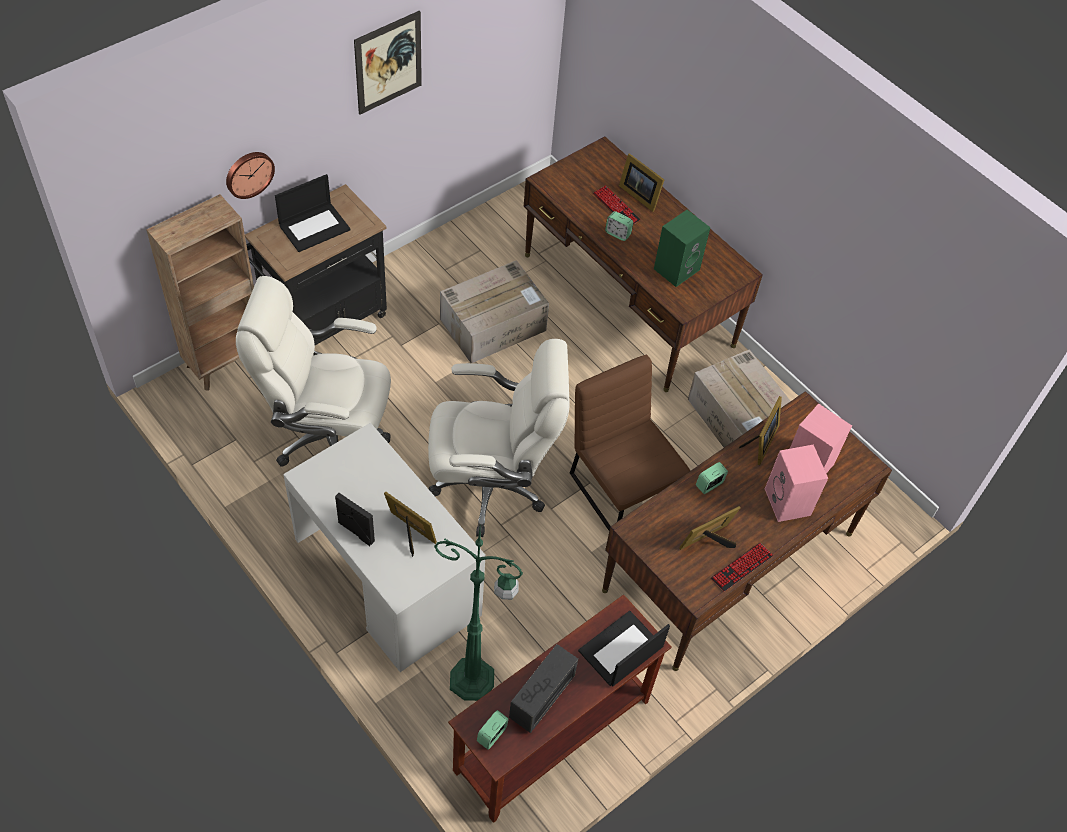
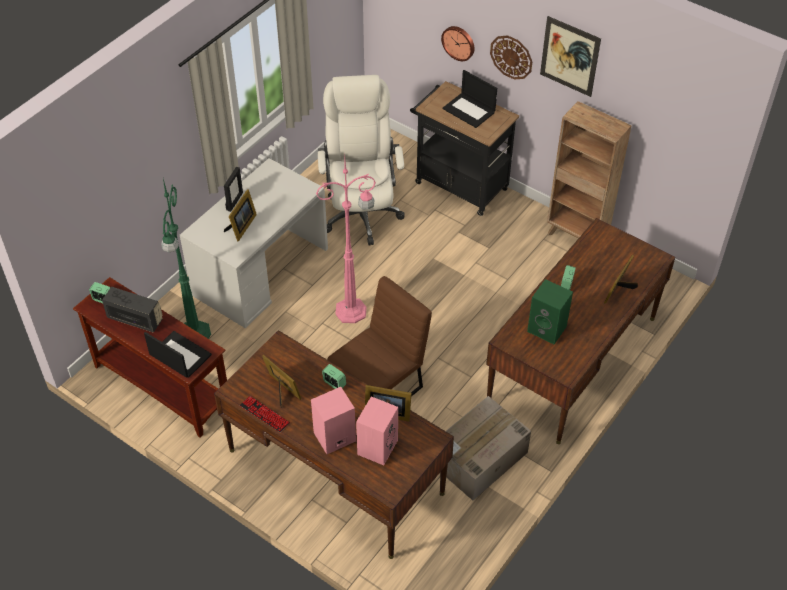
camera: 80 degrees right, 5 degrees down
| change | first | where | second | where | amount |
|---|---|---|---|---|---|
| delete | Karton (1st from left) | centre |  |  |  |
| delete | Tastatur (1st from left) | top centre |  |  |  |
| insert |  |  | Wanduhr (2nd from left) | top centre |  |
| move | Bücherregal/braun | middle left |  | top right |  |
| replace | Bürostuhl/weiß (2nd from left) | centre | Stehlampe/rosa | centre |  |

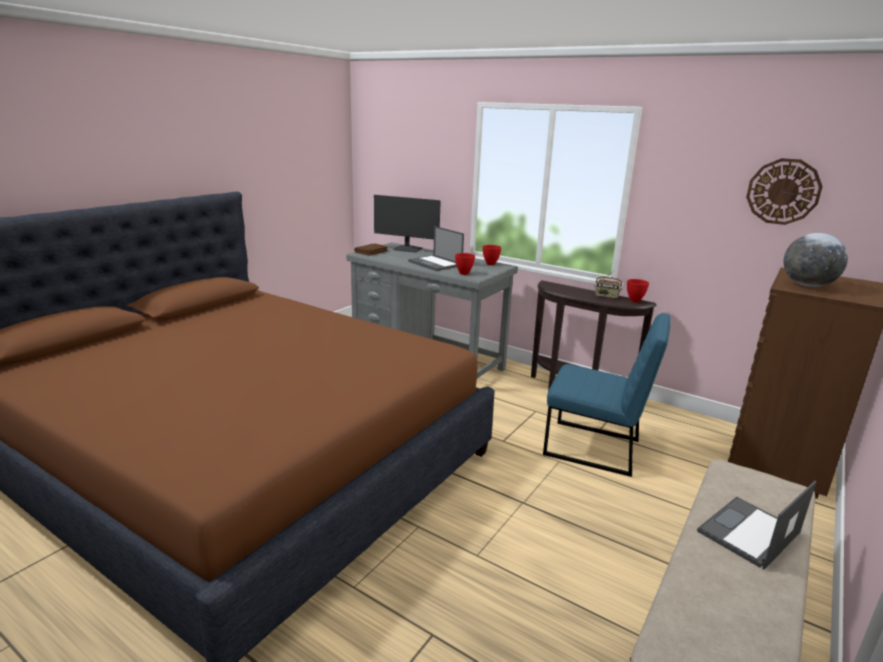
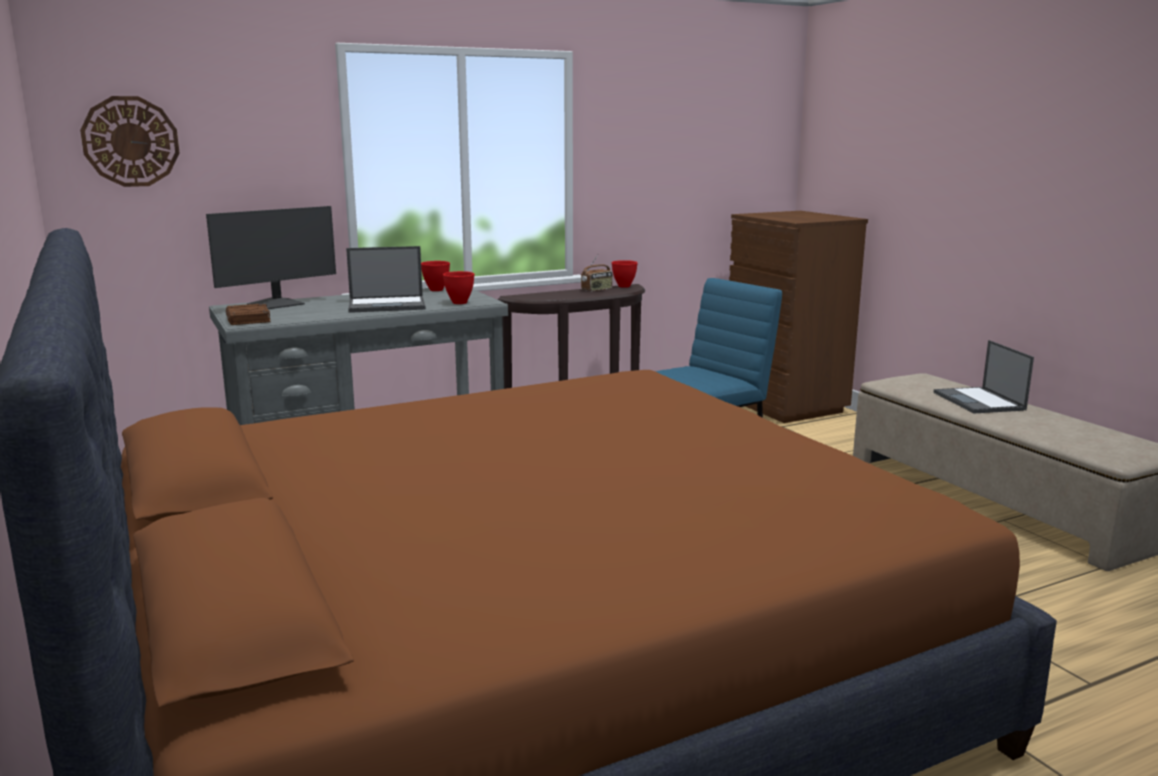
camera: 60 degrees left, 5 degrees down
| change | first | where | second | where | amount |
|---|---|---|---|---|---|
| delete | Globus | middle right |  |  |  |
| move | Wanduhr | top right |  | top left |  |

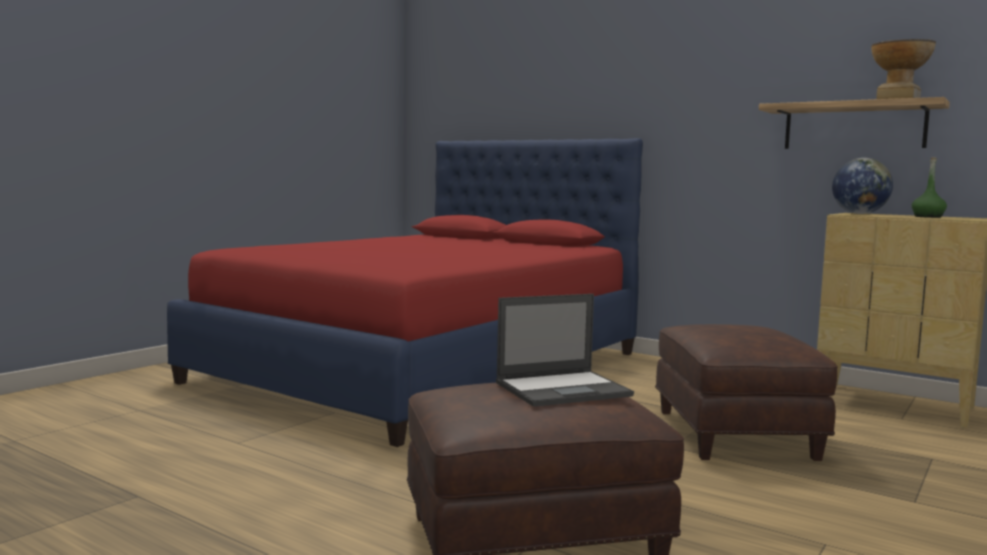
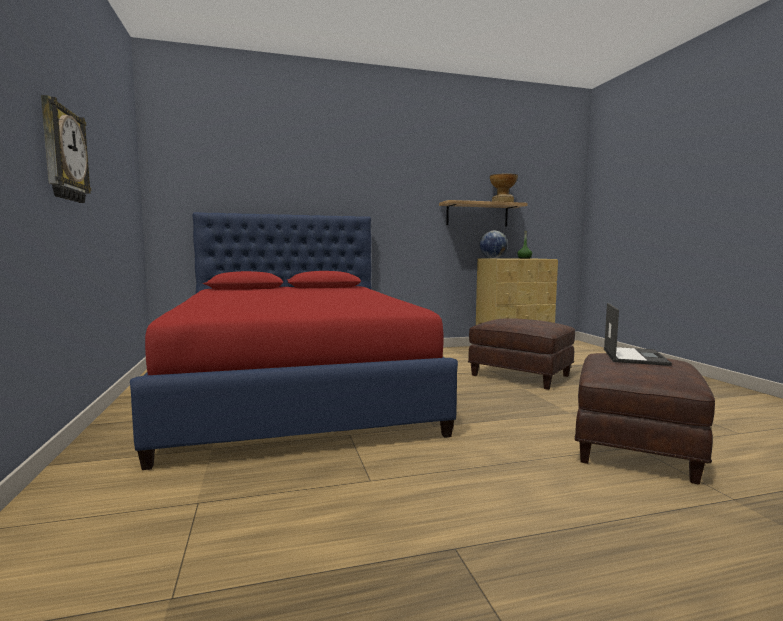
camera: 50 degrees left, 0 degrees up
| change | first | where | second | where | amount |
|---|---|---|---|---|---|
| insert |  |  | Wanduhr | top left |  |

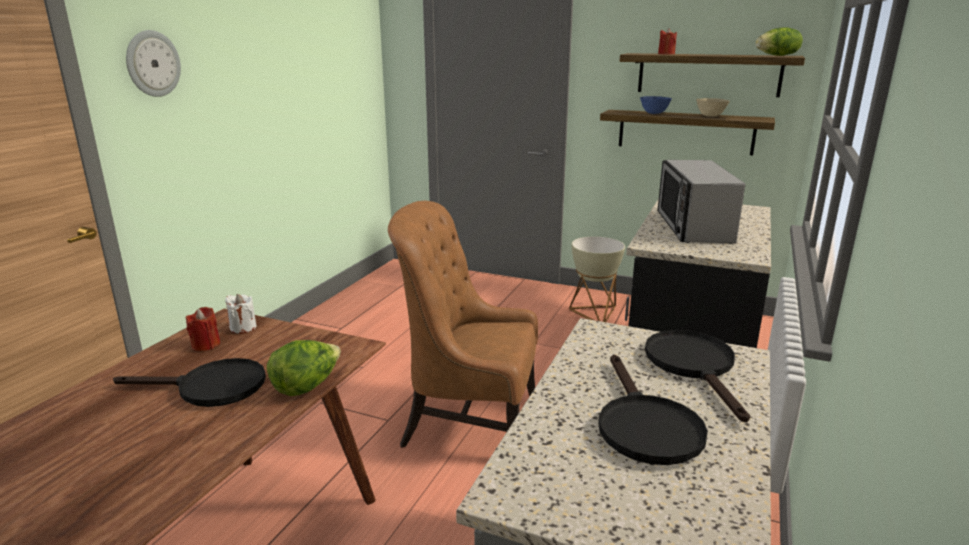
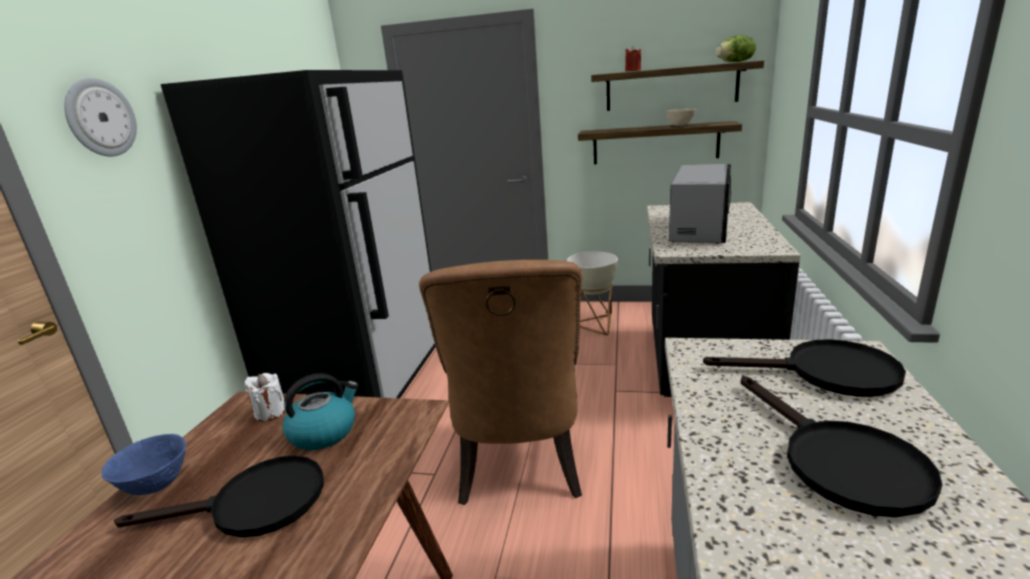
camera: 10 degrees left, 0 degrees up
| change | first | where | second | where | amount |
|---|---|---|---|---|---|
| delete | Kerze/rot (1st from left) | middle left |  |  |  |
| delete | Salatkopf (1st from left) | bottom left |  |  |  |
| insert |  |  | Kühlschrank/schwarz | middle left |  |
| insert |  |  | Wasserkessel | bottom left |  |
| move | Schüssel/blau | top right |  | bottom left |  |
| rotate | Stuhl/braun | centre |  | centre | 90 degrees counterclockwise |
| rotate | Pfanne/schwarz (3rd from left in the first image) | bottom right | Pfanne/schwarz (2nd from left) | middle right | 120 degrees clockwise |
| rotate | Mikrowelle | middle right |  | middle right | 150 degrees counterclockwise |

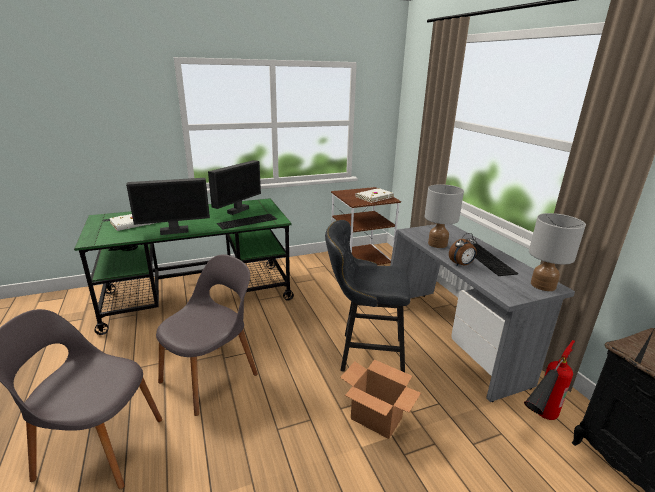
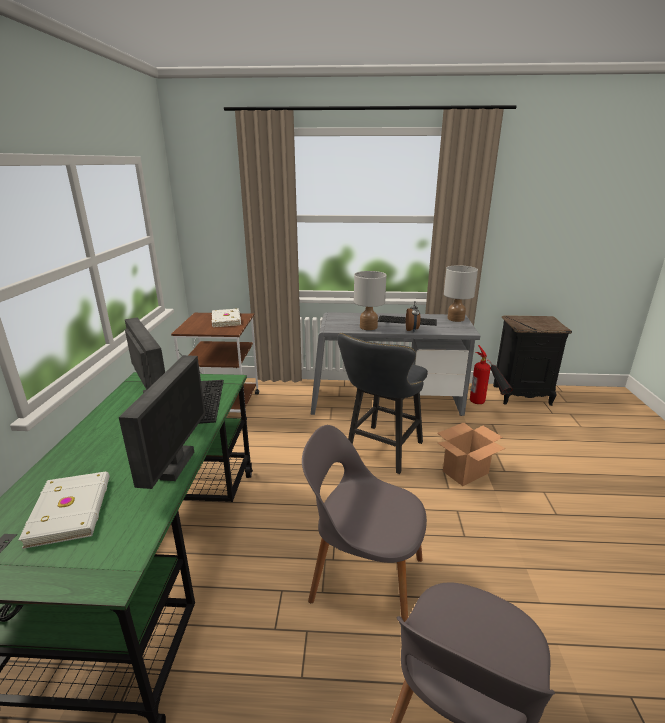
camera: 65 degrees left, 0 degrees up
| change | first | where | second | where | amount |
|---|---|---|---|---|---|
| rotate | Stuhl/grau (2nd from left in the first image) | bottom left | Stuhl/grau (1st from left) | bottom centre | 45 degrees counterclockwise |

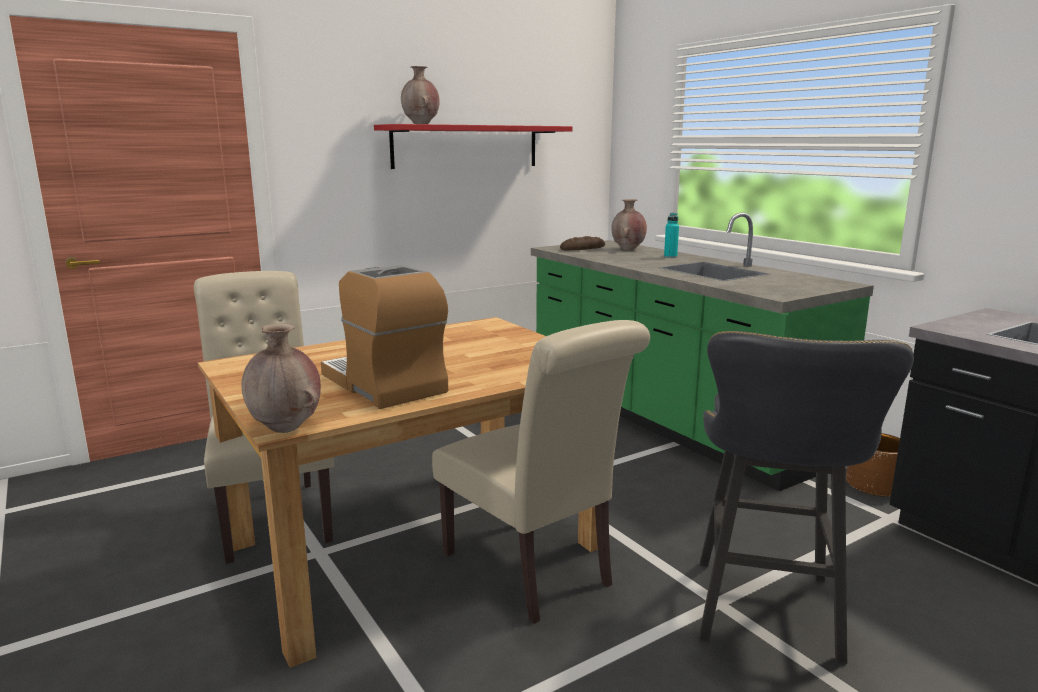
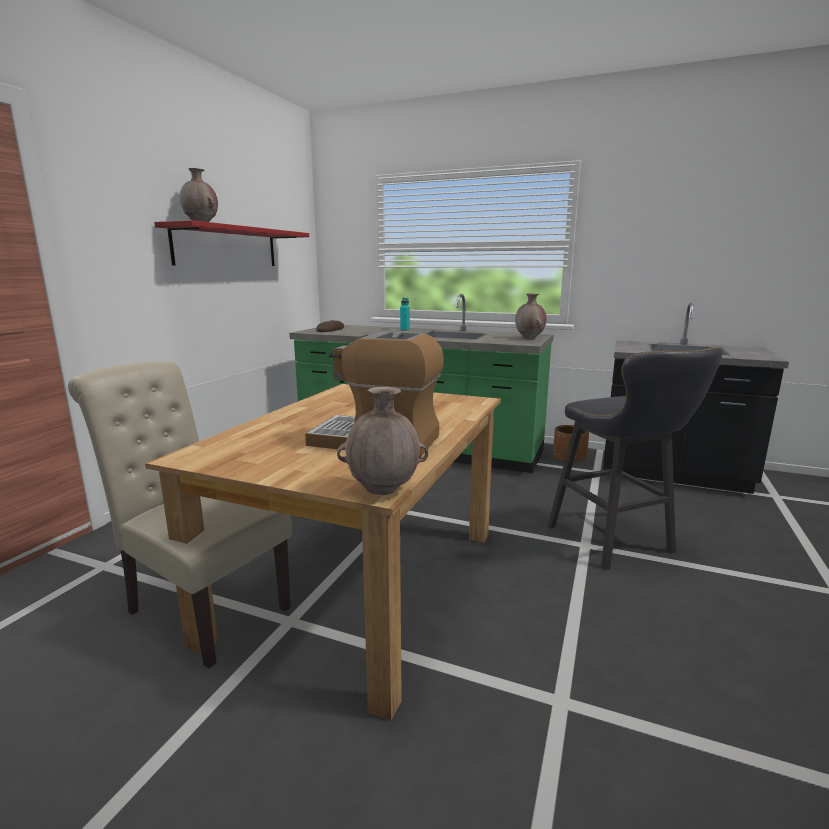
camera: 35 degrees left, 0 degrees up
| change | first | where | second | where | amount |
|---|---|---|---|---|---|
| delete | Stuhl/beige (2nd from left) | bottom centre |  |  |  |
| move | Vase/braun (3rd from left) | top centre |  | centre |  |

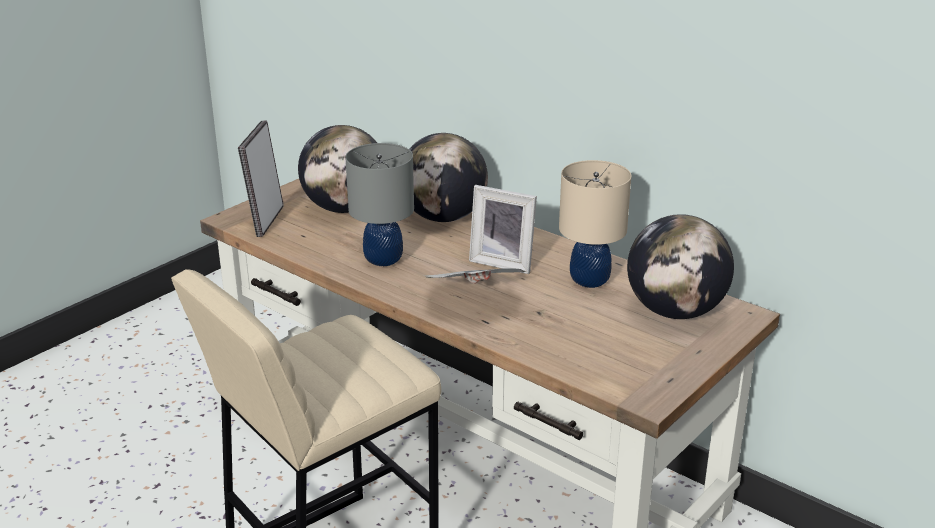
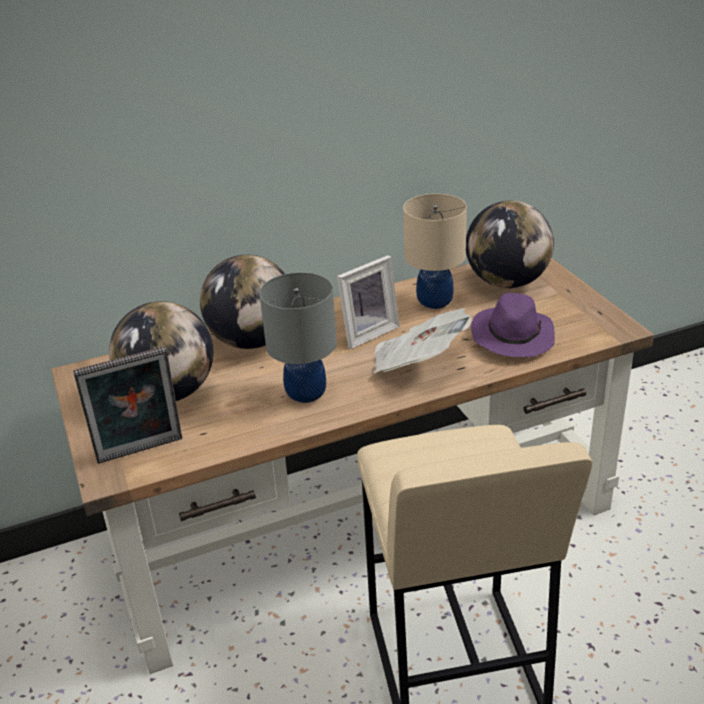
camera: 60 degrees left, 5 degrees up
| change | first | where | second | where | amount |
|---|---|---|---|---|---|
| insert |  |  | Hut/lila | middle right |  |
| rotate | Bilderrahmen (1st from left) | middle left |  | middle left | 60 degrees counterclockwise |

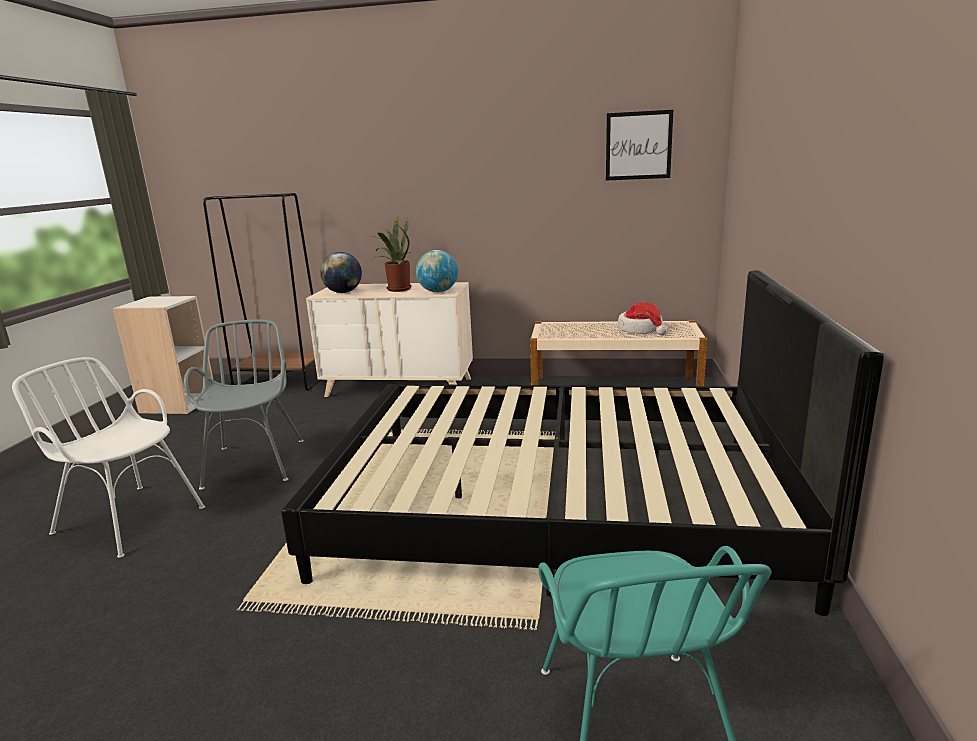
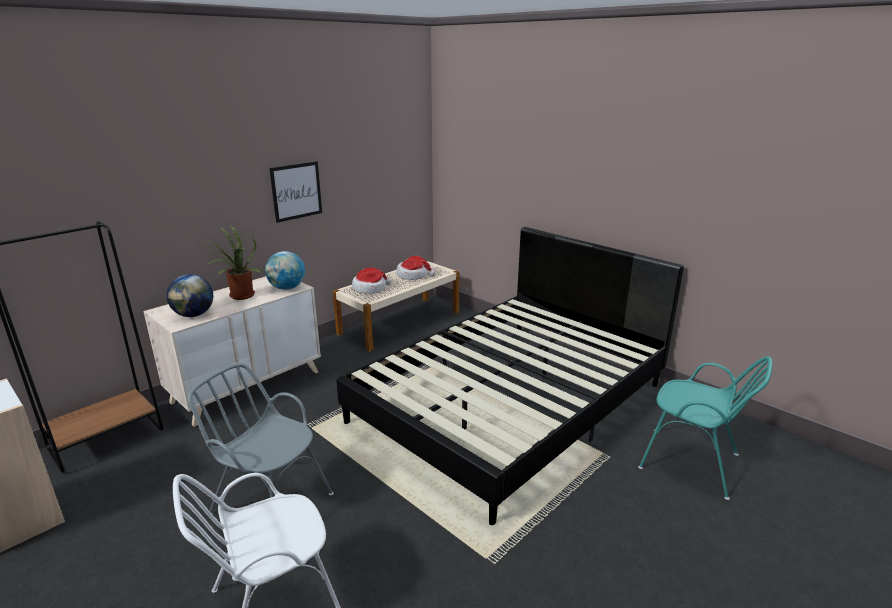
camera: 55 degrees left, 5 degrees up
| change | first | where | second | where | amount |
|---|---|---|---|---|---|
| insert |  |  | Hut (1st from left) | centre |  |
| move | Bild | top centre |  | top left |  |

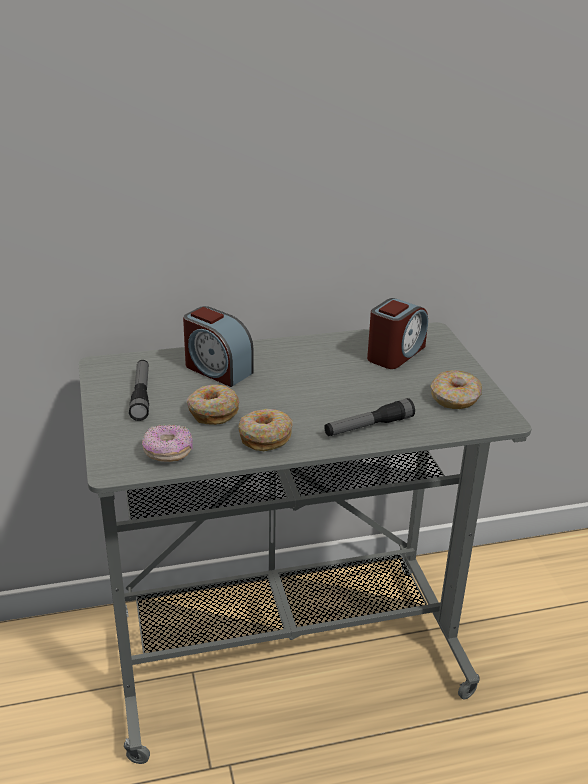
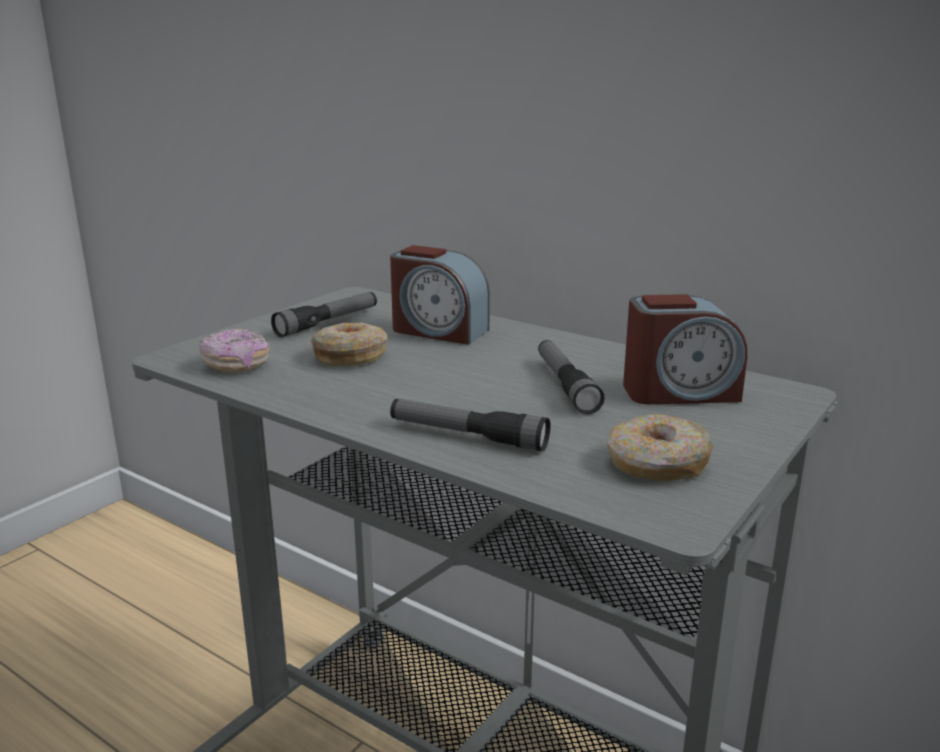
camera: 50 degrees right, 10 degrees down
| change | first | where | second | where | amount |
|---|---|---|---|---|---|
| delete | Donut (3rd from left) | centre |  |  |  |
| insert |  |  | Taschenlampe (3rd from left) | centre |  |
| rotate | Wecker (1st from left) | centre |  | centre | 60 degrees counterclockwise |

